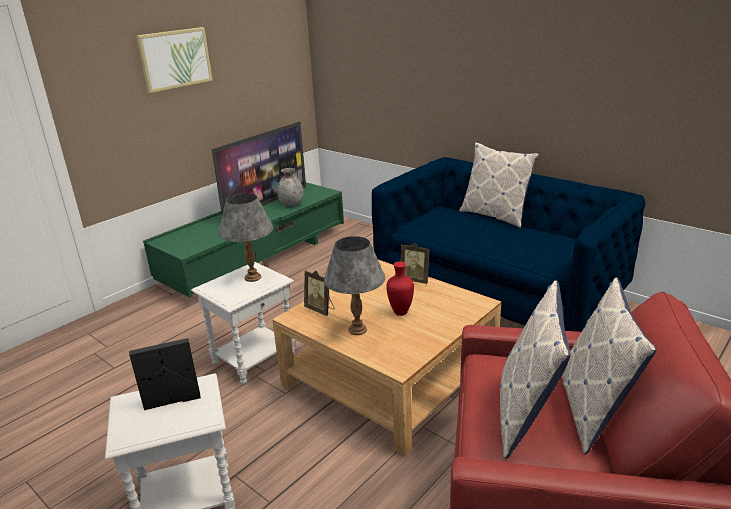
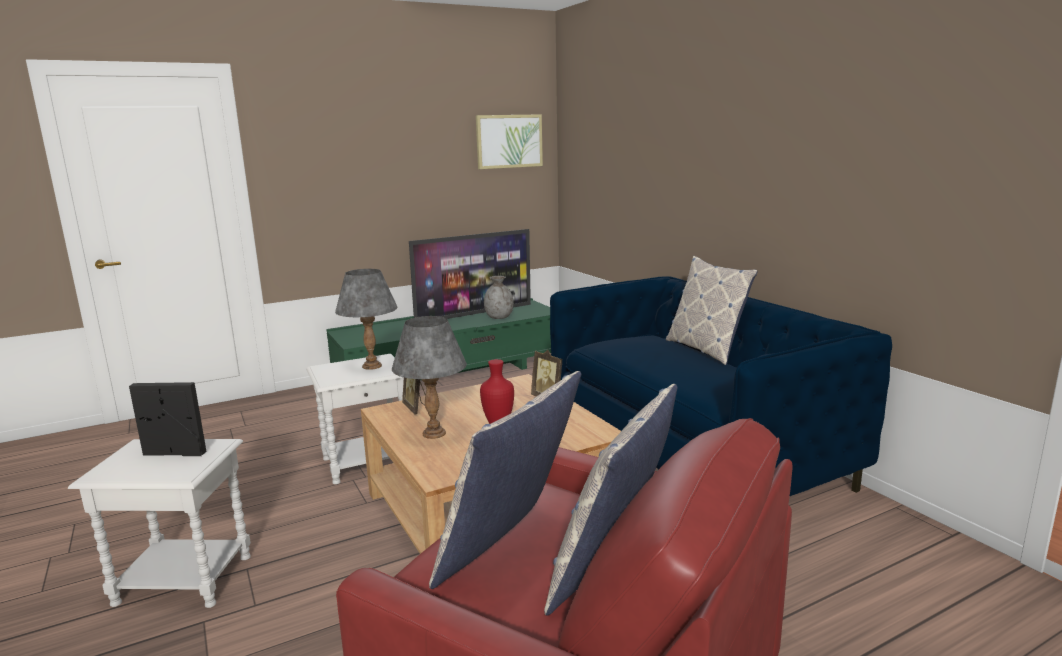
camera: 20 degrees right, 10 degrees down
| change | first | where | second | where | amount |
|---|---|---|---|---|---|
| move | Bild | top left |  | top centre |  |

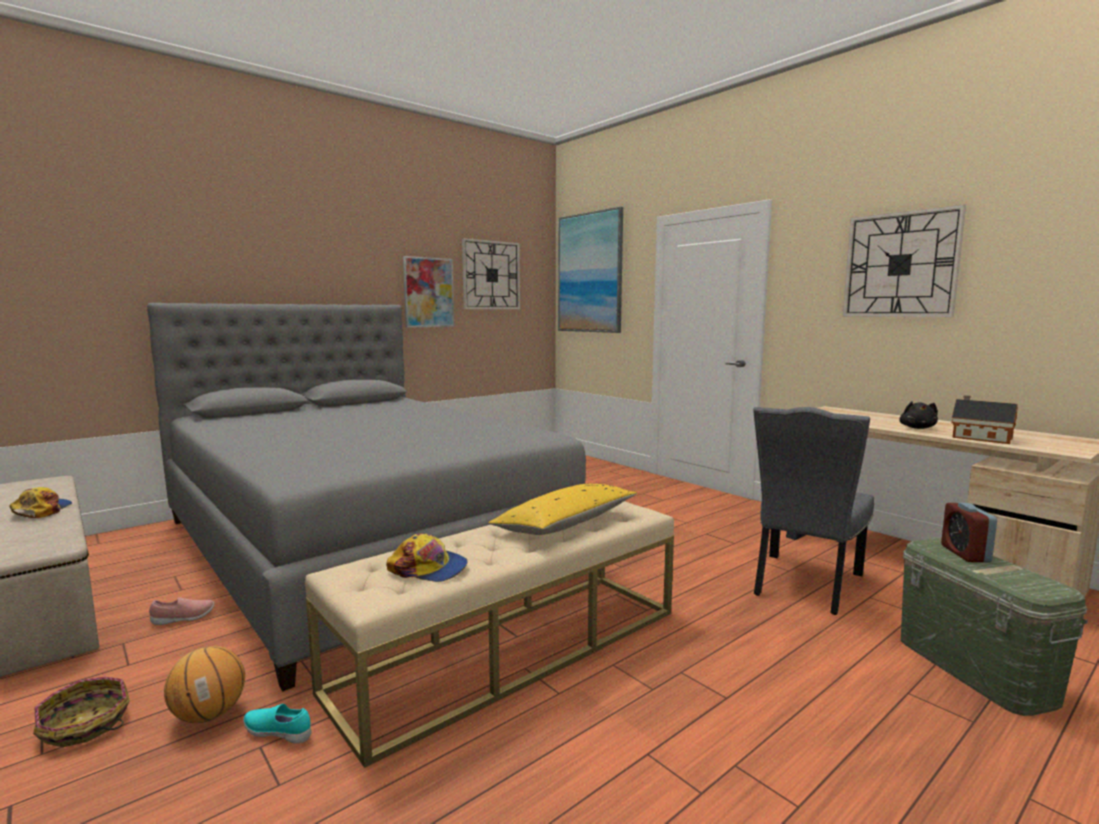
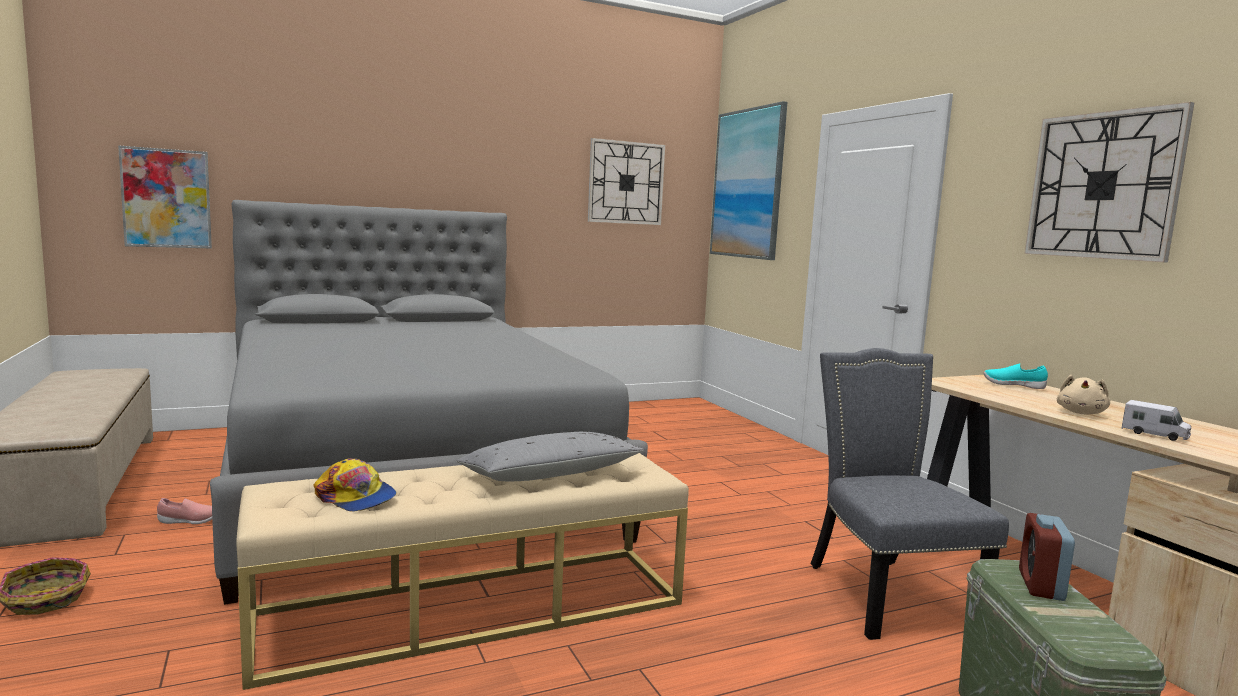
camera: 15 degrees right, 0 degrees up
| change | first | where | second | where | amount |
|---|---|---|---|---|---|
| delete | Kappe (1st from left) | middle left |  |  |  |
| delete | Basketball | bottom left |  |  |  |
| move | Schuh/türkis | bottom left |  | middle right |  |
| move | Bild (1st from left) | centre |  | top left |  |
| replace | Spielzeughaus | middle right | Spielzeuglaster | middle right |  |
| recolor | Kissen/gelb | centre | Kissen/grau | centre |  |
| recolor | Plüschtier/schwarz | middle right | Plüschtier/beige | middle right |  |
| rotate | Stuhl/grau | middle right |  | bottom right | 120 degrees clockwise |

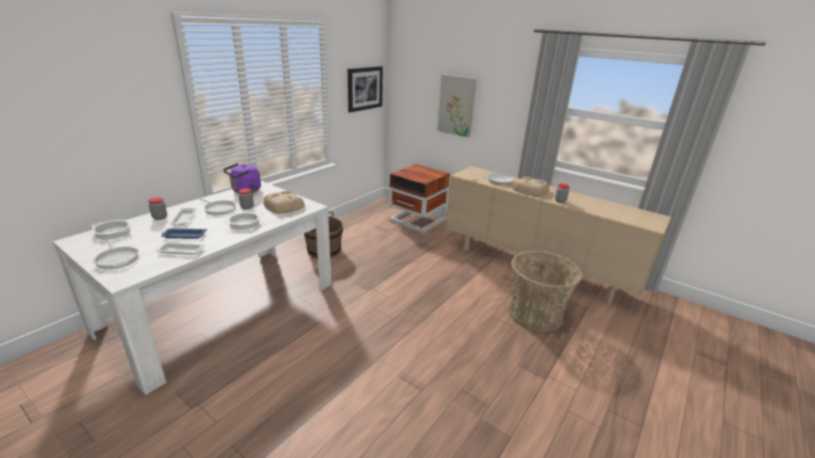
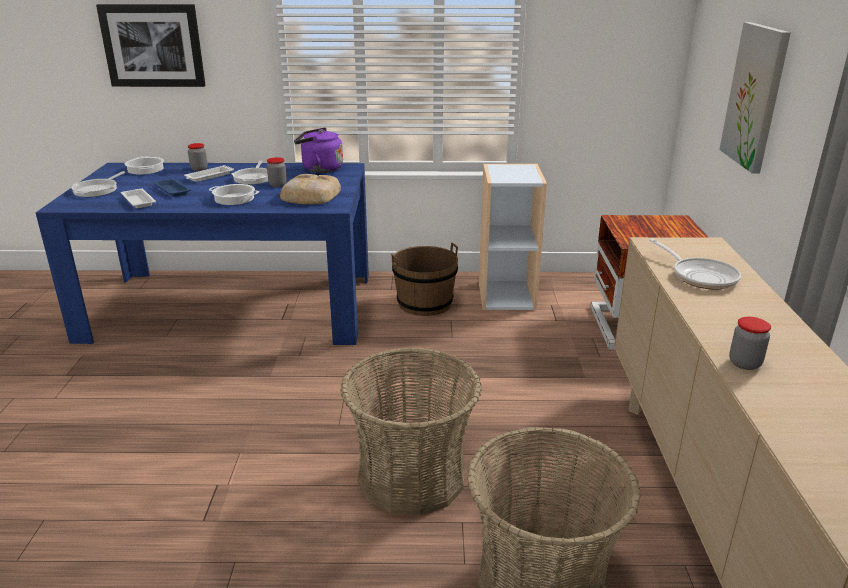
camera: 55 degrees right, 0 degrees up
| change | first | where | second | where | amount |
|---|---|---|---|---|---|
| delete | Brot (2nd from left) | centre |  |  |  |
| insert |  |  | Korb (1st from left) | bottom centre |  |
| insert |  |  | Bücherregal | centre |  |
| move | Bild (1st from left) | top centre |  | top left |  |
| recolor | Esstisch/weiß | middle left | Esstisch/blau | middle left |  |

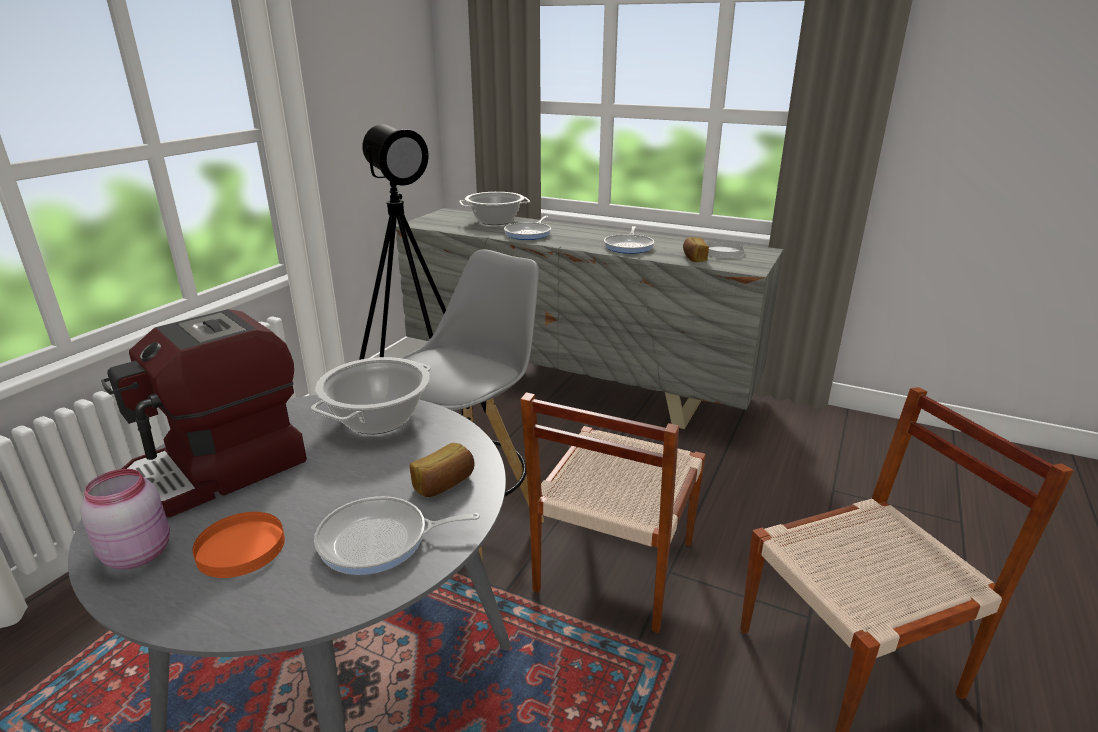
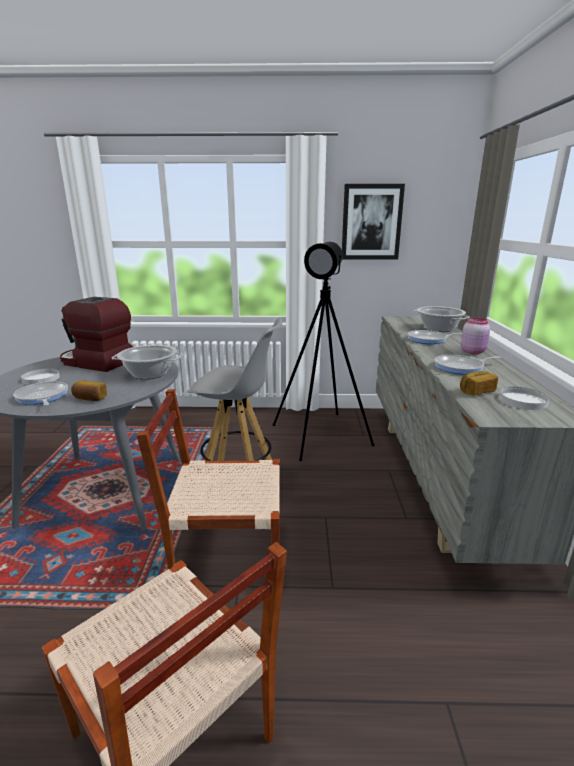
camera: 65 degrees right, 5 degrees down
| change | first | where | second | where | amount |
|---|---|---|---|---|---|
| insert |  |  | Bild | top centre |  |
| move | Vorratsglas/rosa | bottom left |  | middle right |  |
| recolor | Teller/orange | bottom left | Teller/weiß (1st from left) | middle left |  |

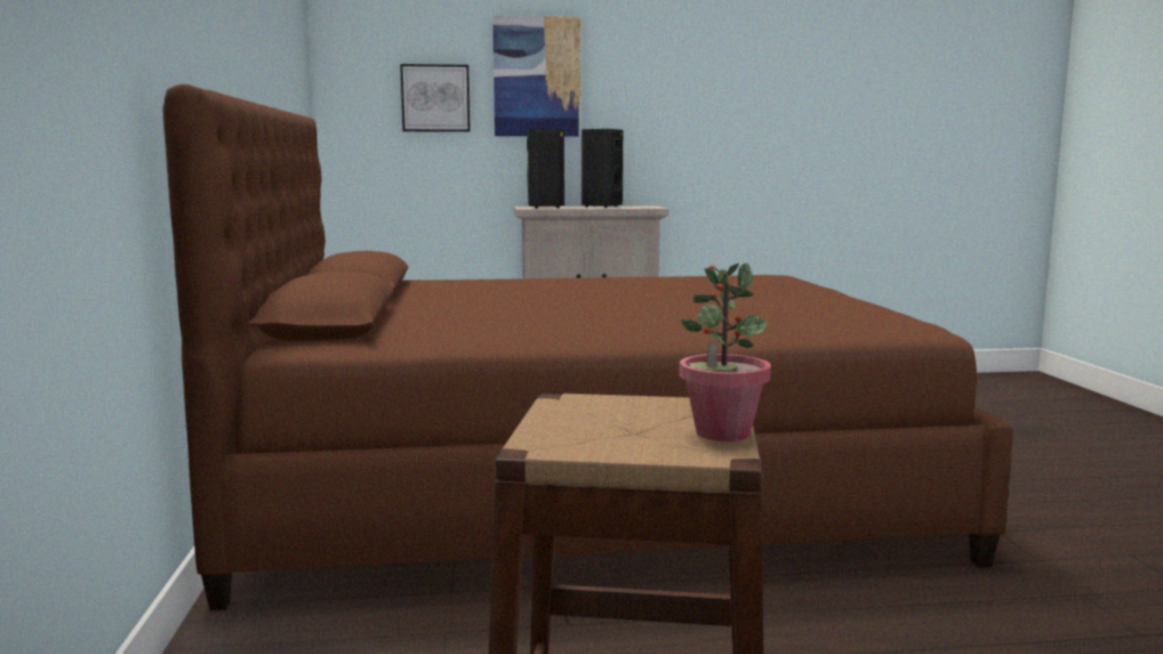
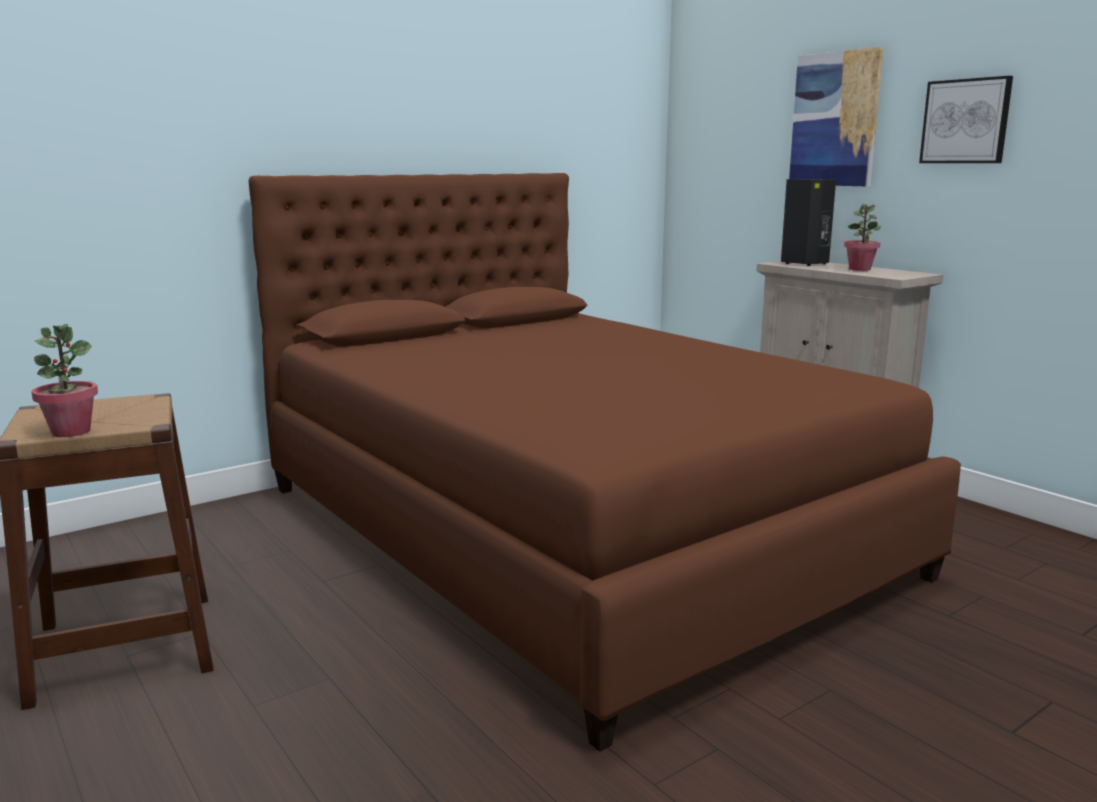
camera: 60 degrees right, 5 degrees up
| change | first | where | second | where | amount |
|---|---|---|---|---|---|
| move | Bild (1st from left in the first image) | top centre | Bild (2nd from left) | top right |  |
| replace | Lautsprecher/schwarz (2nd from left) | top centre | Topfpflanze (2nd from left) | top right |  |

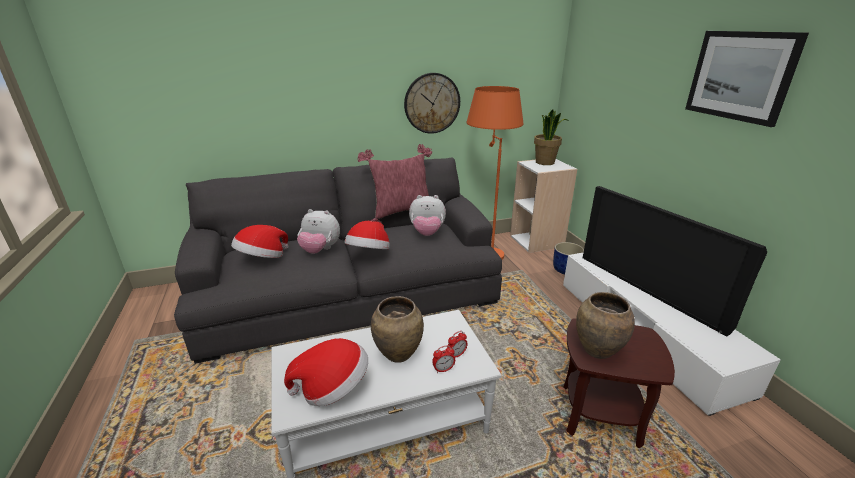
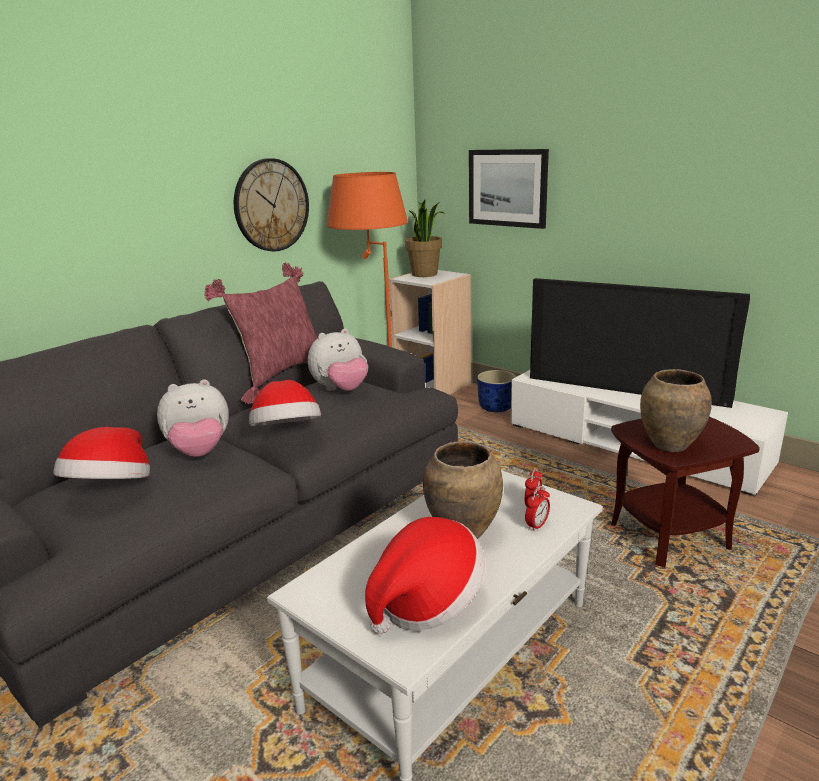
camera: 30 degrees left, 5 degrees down
| change | first | where | second | where | amount |
|---|---|---|---|---|---|
| move | Bild | top right |  | top centre |  |

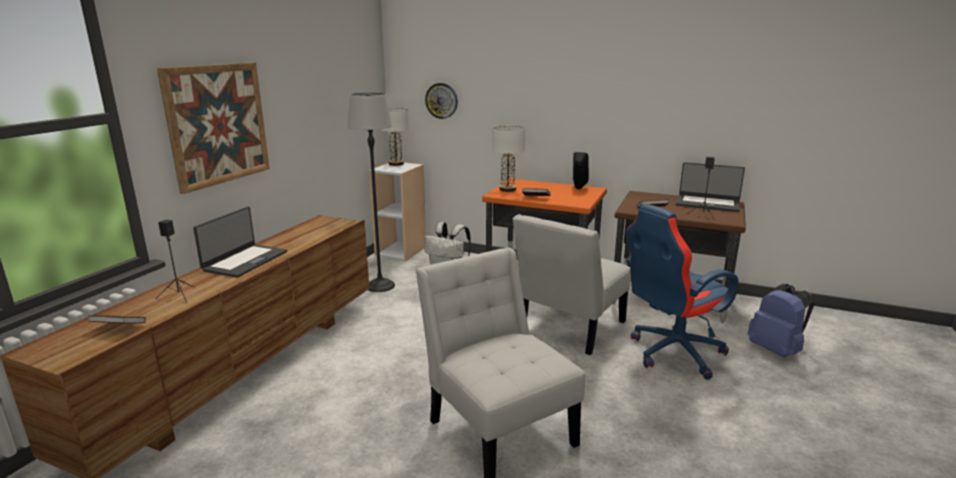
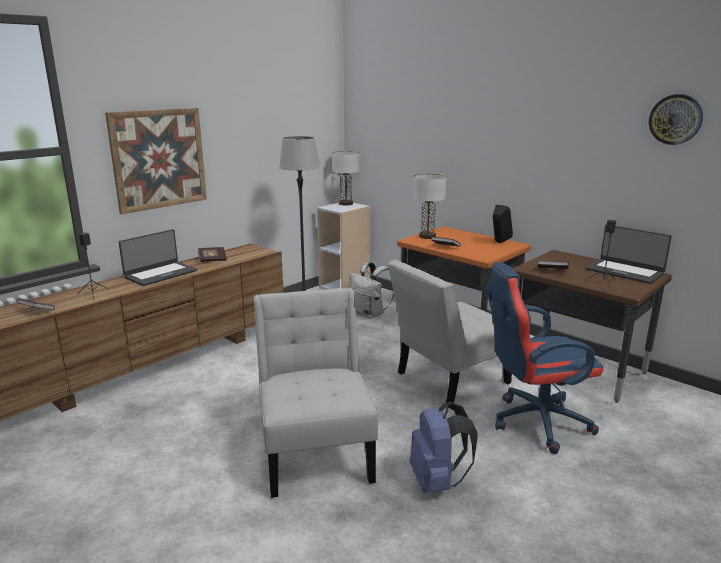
camera: 20 degrees right, 0 degrees up
| change | first | where | second | where | amount |
|---|---|---|---|---|---|
| insert |  |  | Buch (2nd from left) | middle left |  |
| move | Wanduhr | top centre |  | top right |  |
| move | Rucksack/blau | bottom right |  | bottom centre |  |

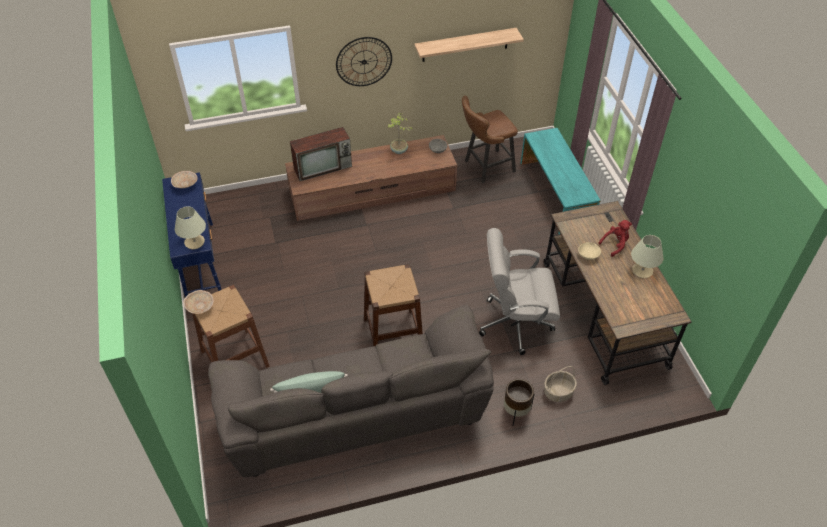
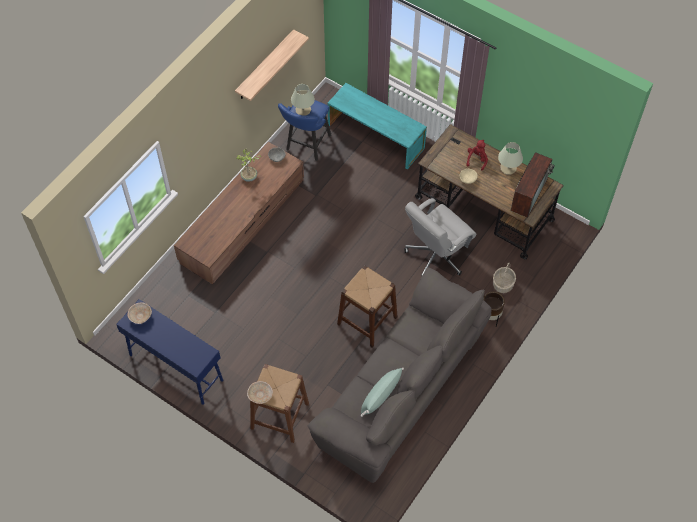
camera: 40 degrees left, 10 degrees up
| change | first | where | second | where | amount |
|---|---|---|---|---|---|
| delete | Wanduhr | top centre |  |  |  |
| move | Tischlampe/beige (1st from left) | middle left |  | top centre |  |
| move | Fernseher | top centre |  | middle right |  |
| recolor | Hocker/braun (3rd from left) | top centre | Hocker/blau | top centre |  |

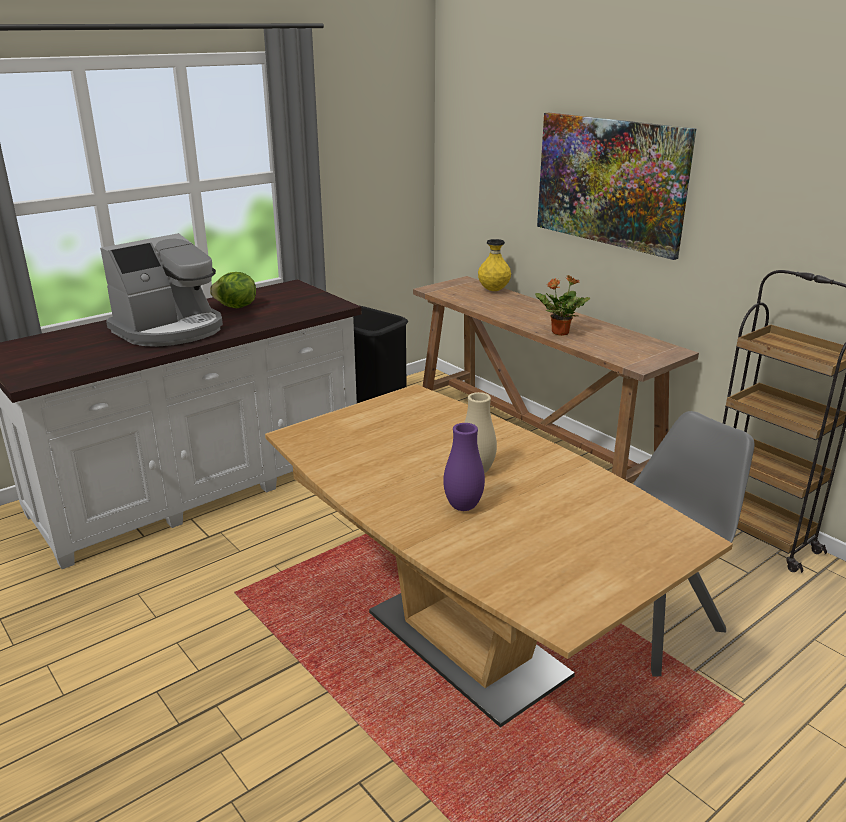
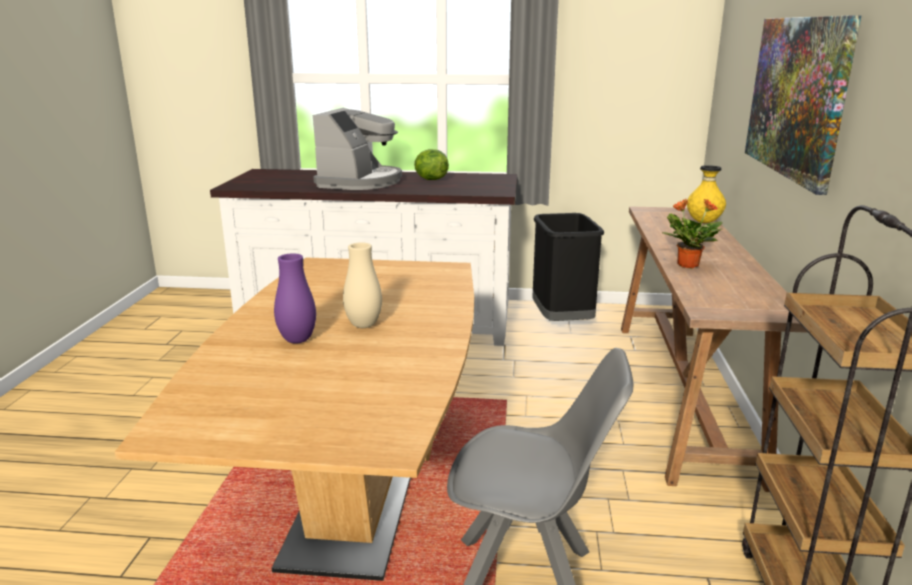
camera: 45 degrees right, 5 degrees down
| change | first | where | second | where | amount |
|---|---|---|---|---|---|
| rotate | Kaffeemaschine | middle left |  | top centre | 75 degrees counterclockwise |

